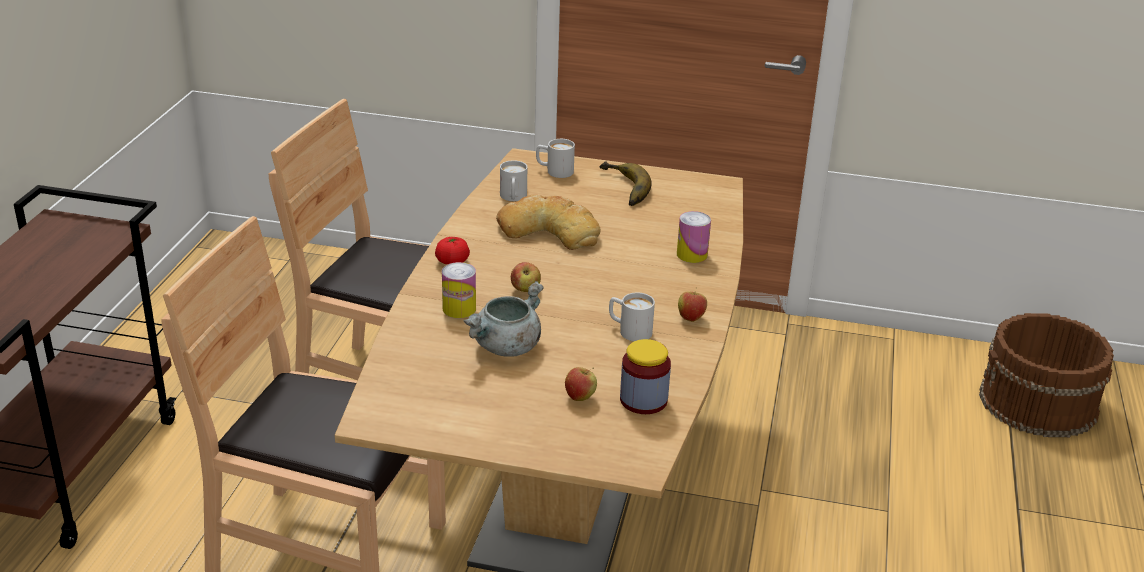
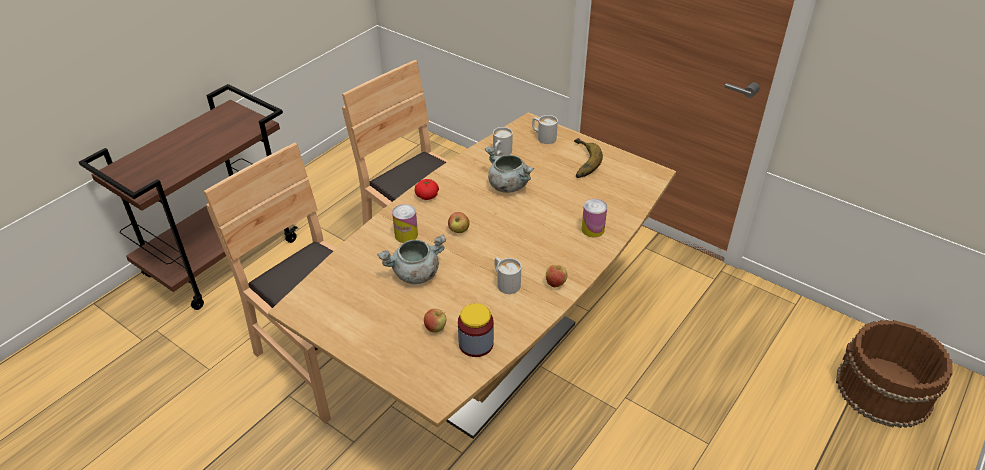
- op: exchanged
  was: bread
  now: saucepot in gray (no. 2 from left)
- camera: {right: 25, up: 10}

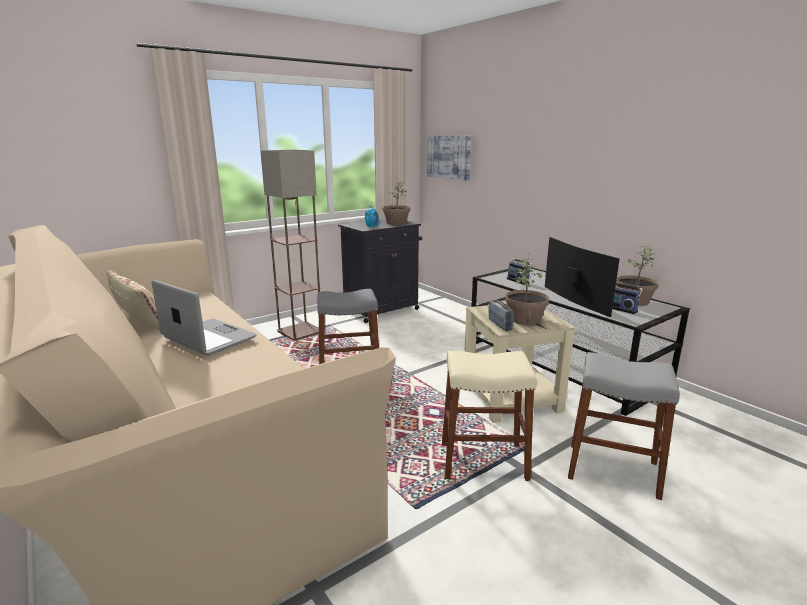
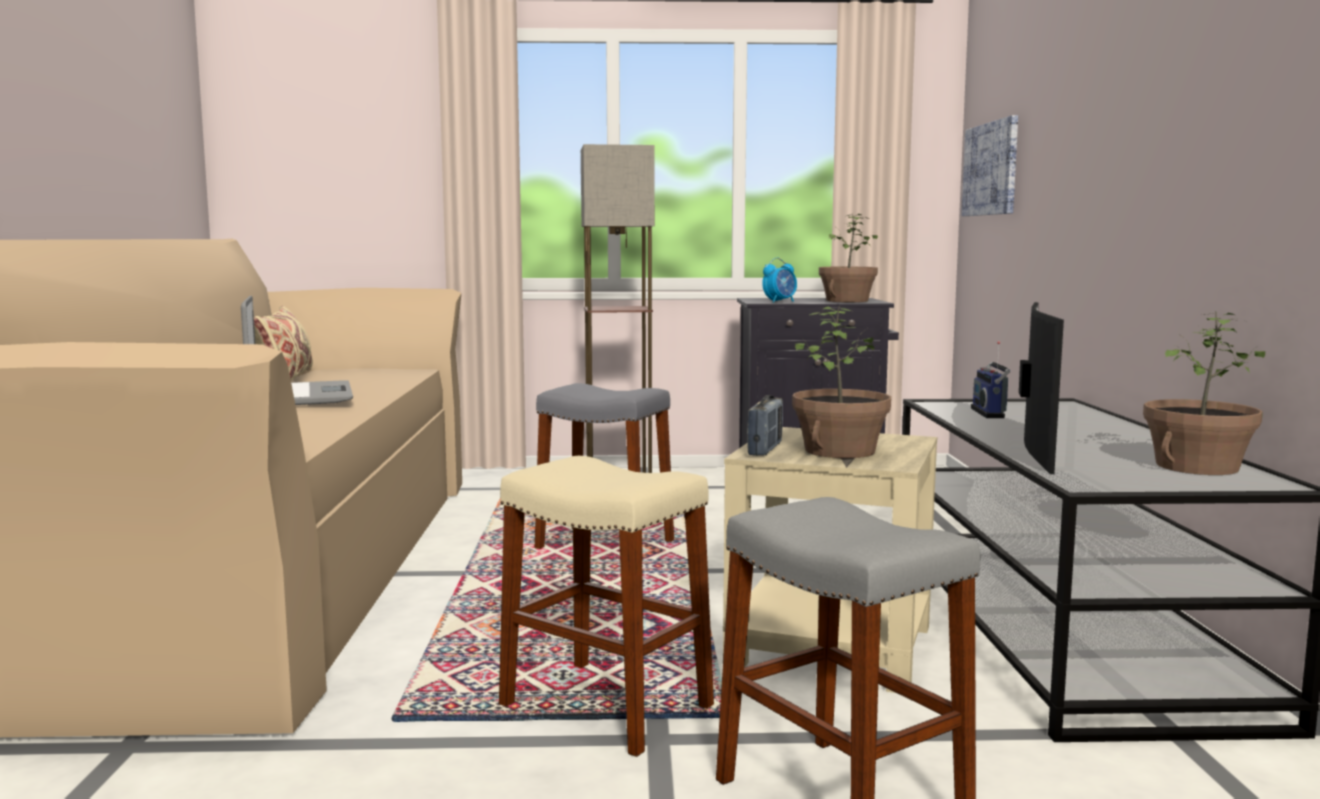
- op: missing
  was: radio set (no. 3 from left)
- camera: {right: 35, up: -10}

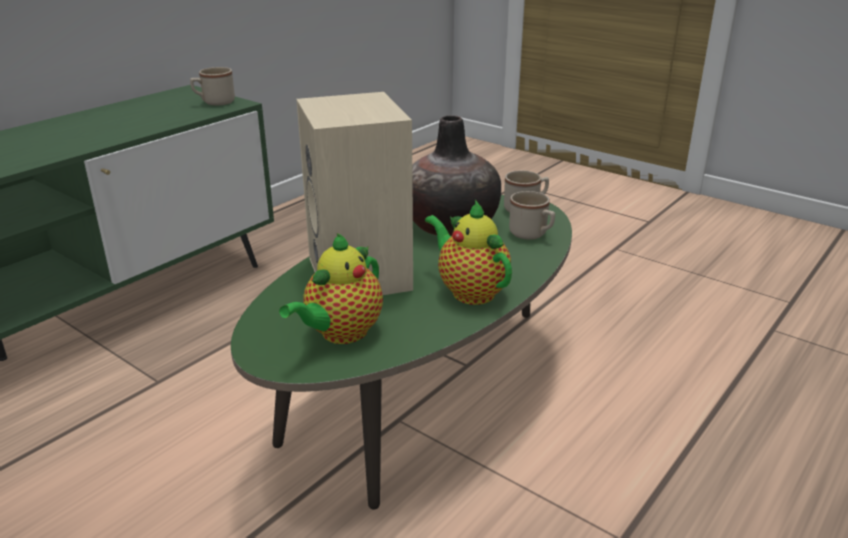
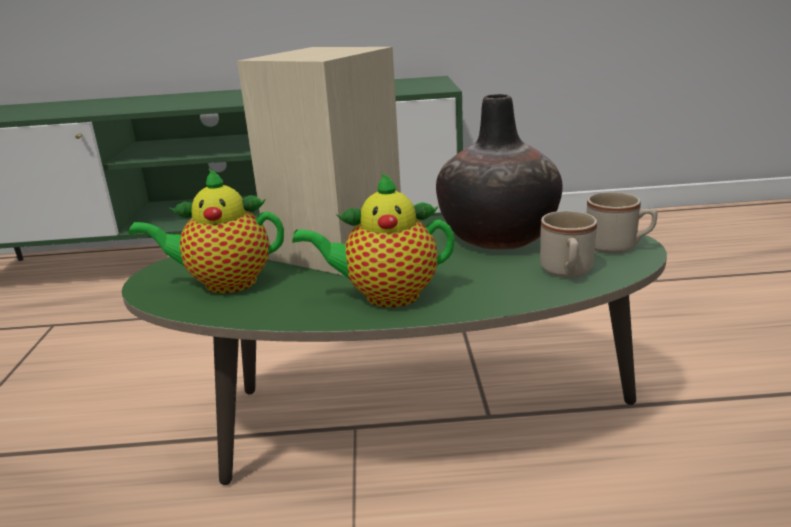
- op: spun
  was: pot for tea (no. 2 from left)
  clockwise: -105
- op: missing
  was: tea mug in sand-coloured (no. 1 from left)
- camera: {right: 50, up: -5}

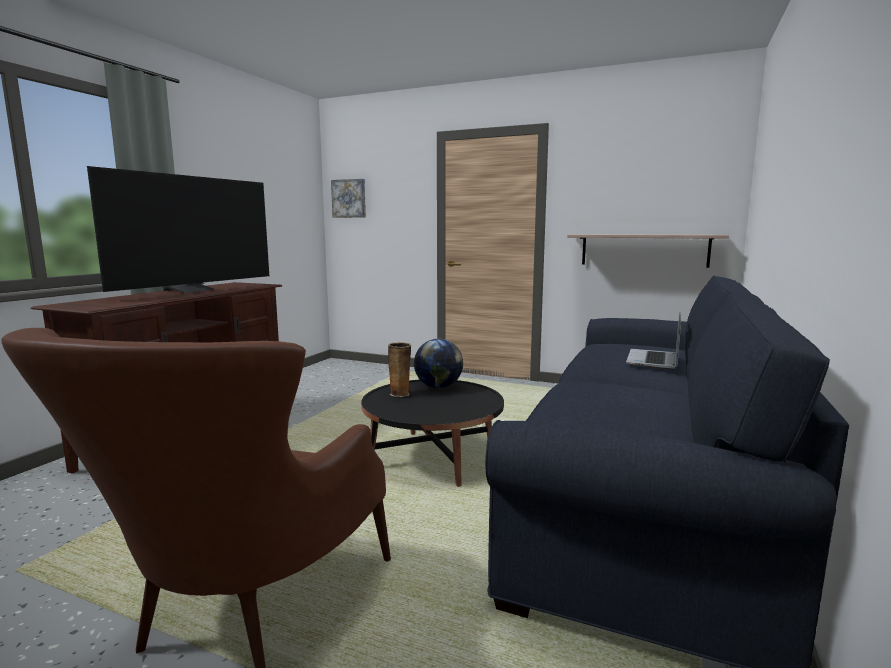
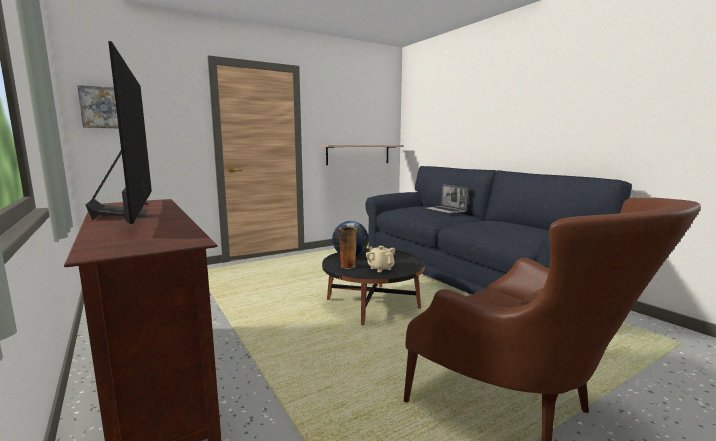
- op: appeared
  now: pot for tea in sand-coloured
- camera: {right: -55, up: 0}

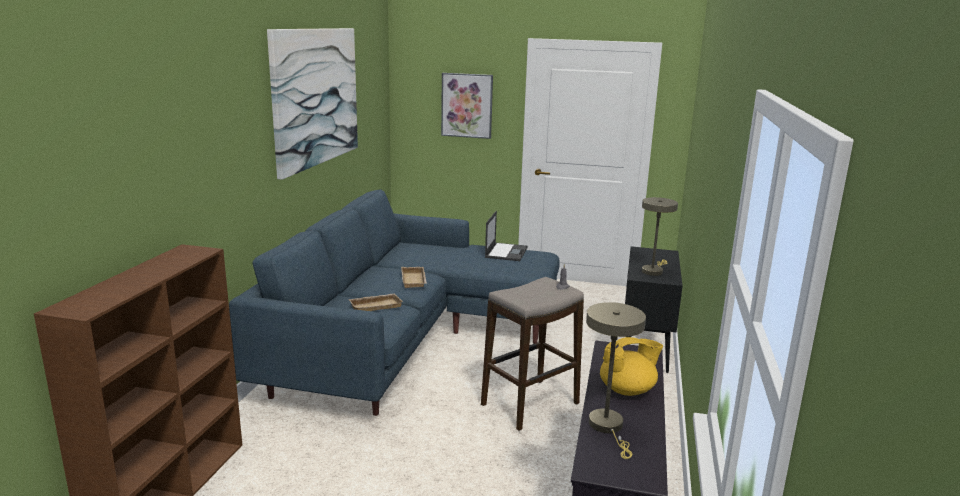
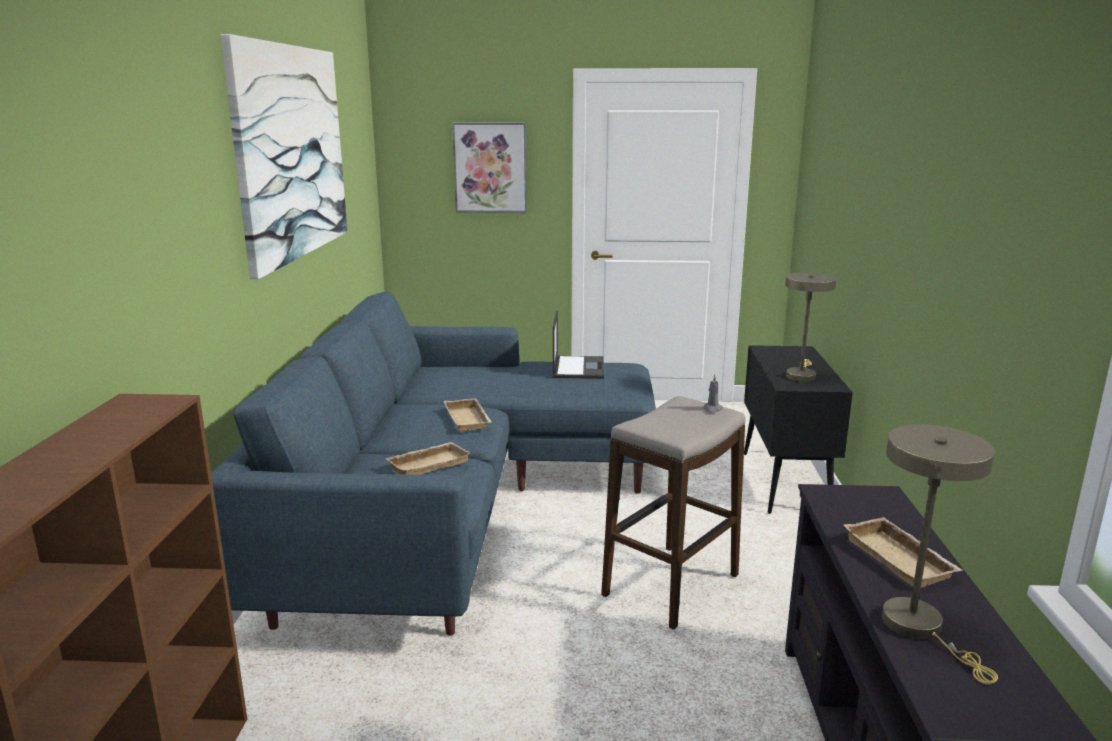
- op: exchanged
  was: pot for tea in yellow
  now: tray in sand-coloured (no. 3 from left)
- camera: {right: -10, up: 0}

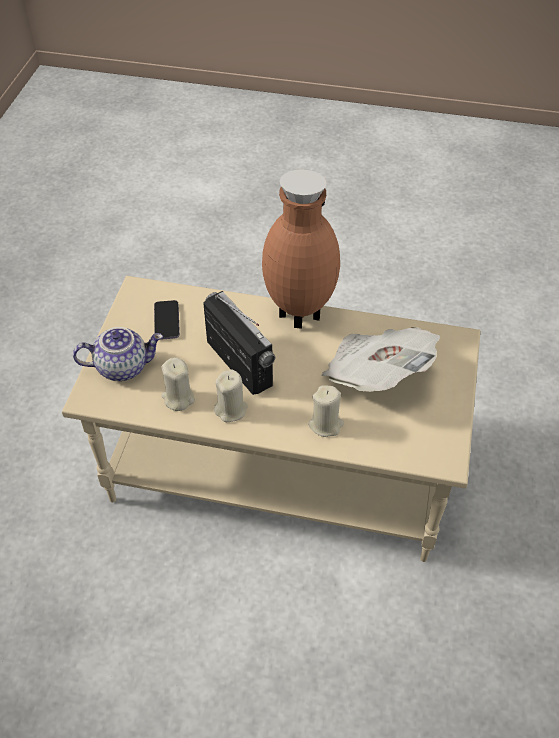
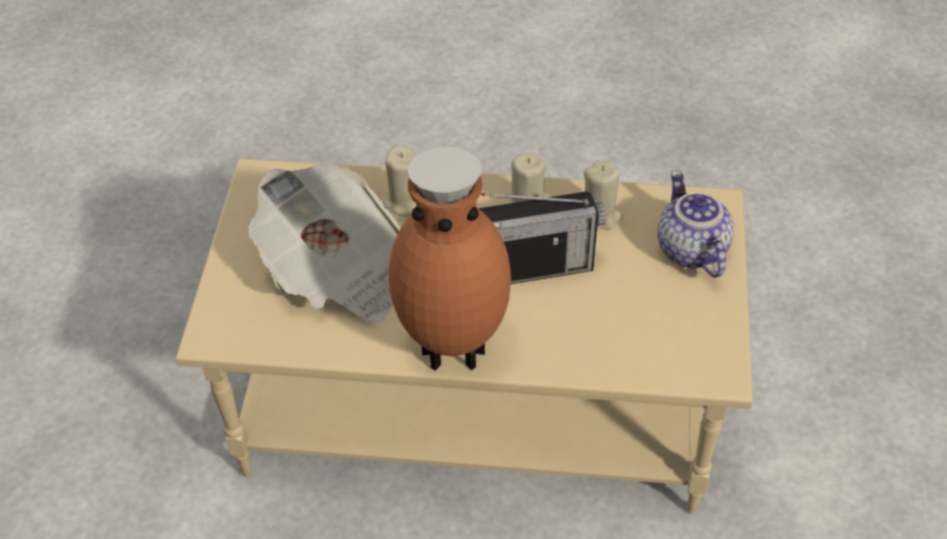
- op: spun
  was: radio set
  clockwise: -60
- op: spun
  was: pot for tea
  clockwise: 90
- op: missing
  was: phone
- camera: {right: 175, up: 0}

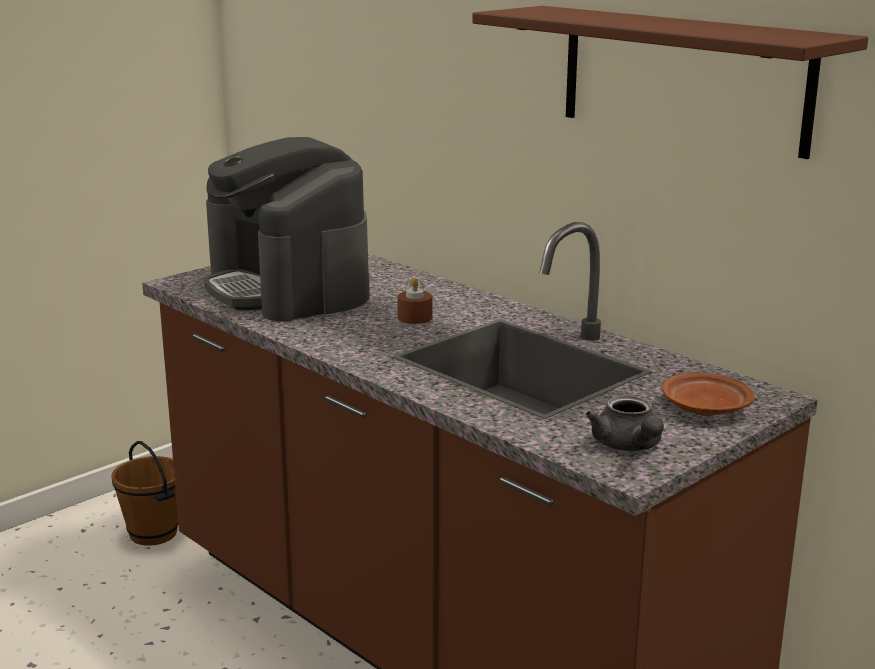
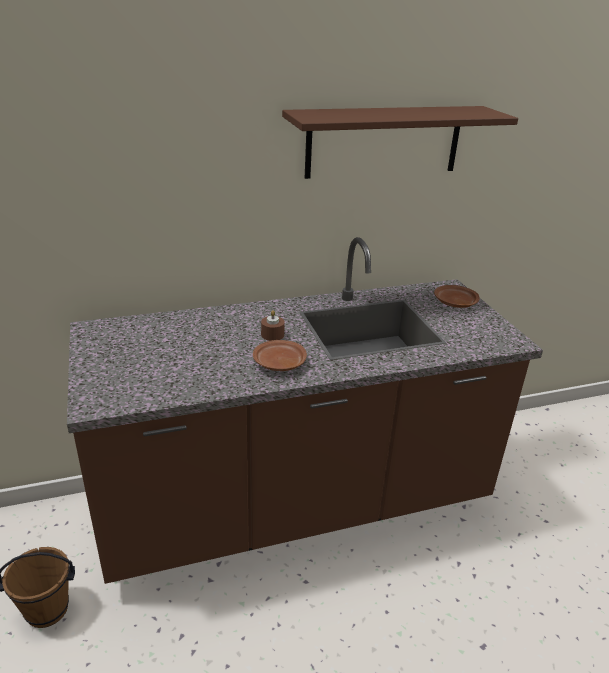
- op: appeared
  now: plate in brownish (no. 1 from left)
- op: missing
  was: coffee brewer
- op: missing
  was: pot for tea in gray
- camera: {right: -65, up: 10}

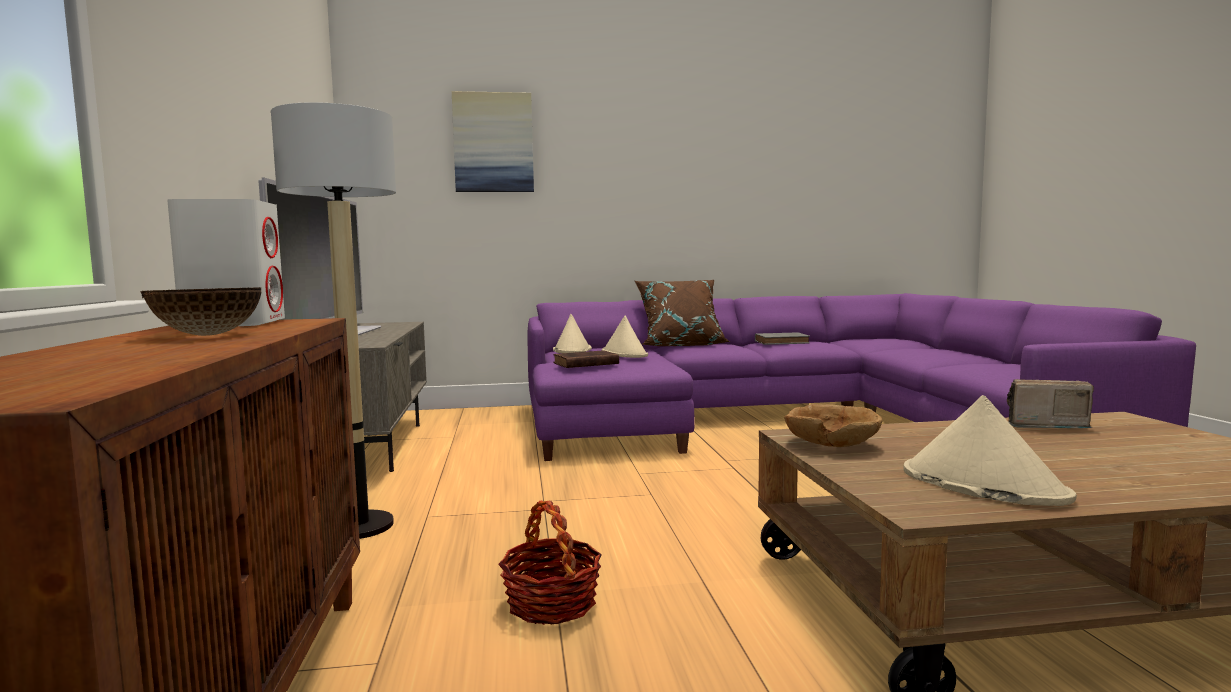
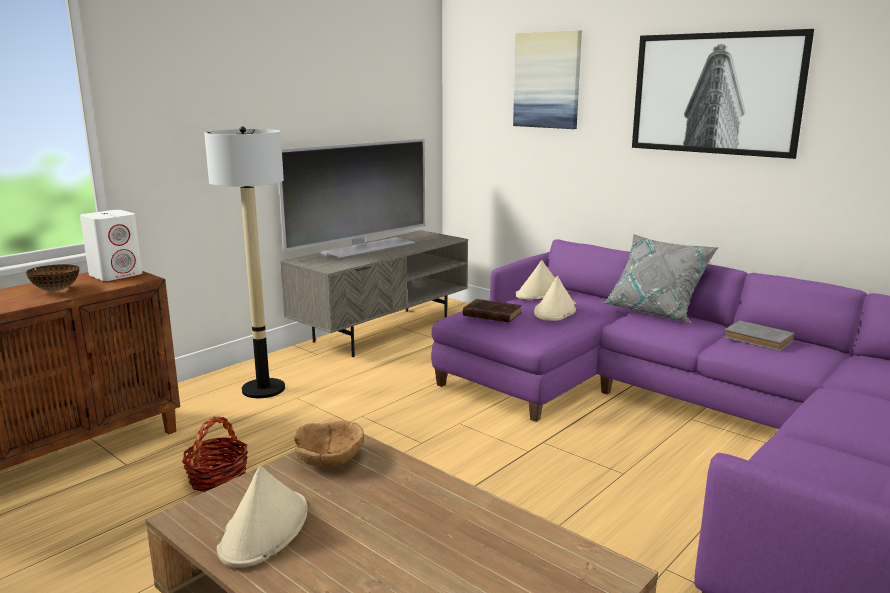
- op: colour
  was: pillow in brownish
  now: pillow in gray
- op: appeared
  now: wall art (no. 2 from left)
- op: missing
  was: radio set
- camera: {right: 50, up: 10}

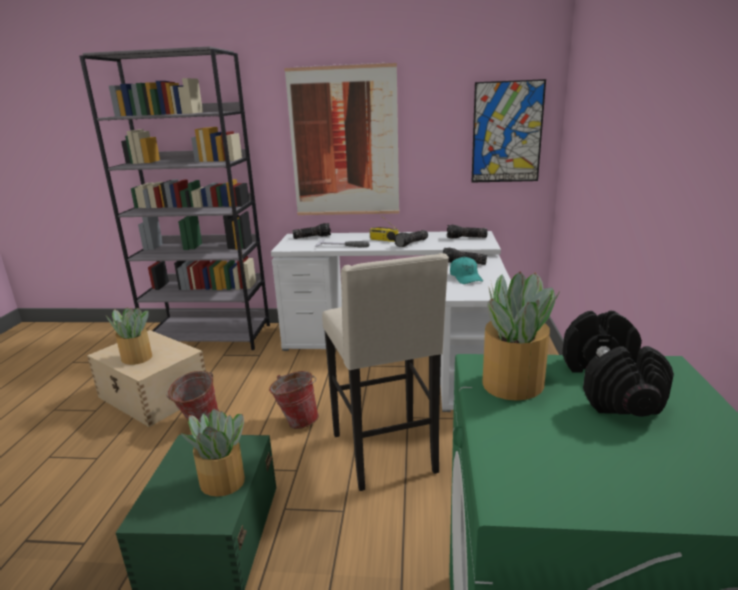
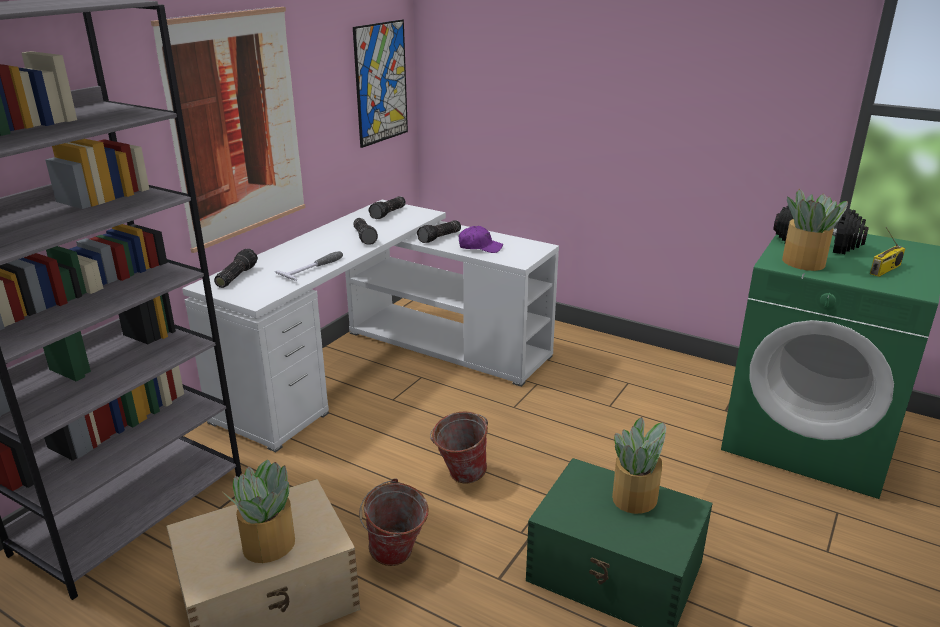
- op: colour
  was: baseball cap in turquoise-coloured
  now: baseball cap in purplish
- op: relocated
  was: radio set
- op: missing
  was: stool seat in sand-coloured
- camera: {right: -65, up: 5}

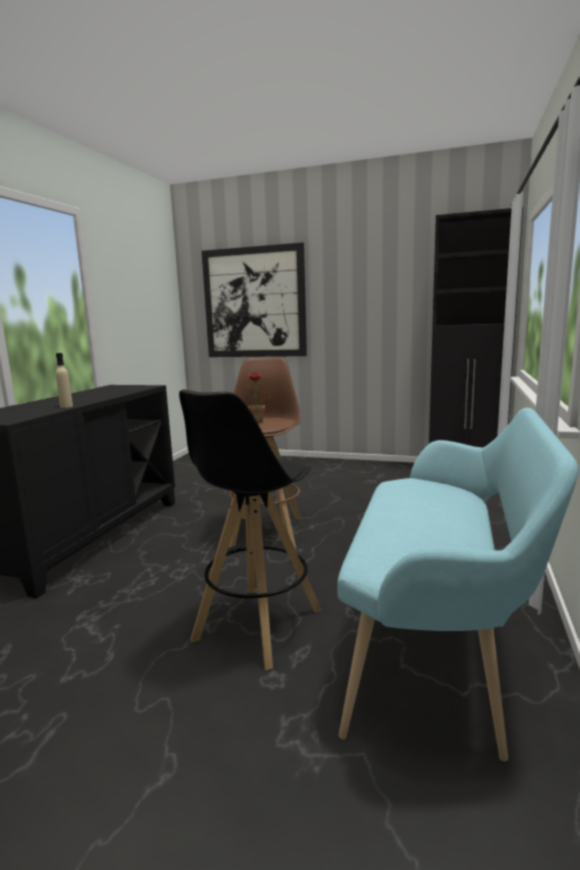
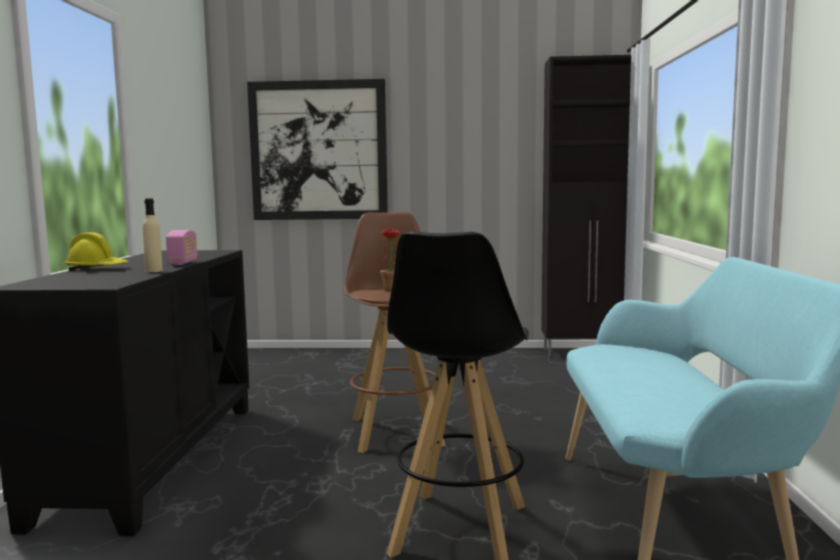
- op: appeared
  now: hard hat in yellow
- op: appeared
  now: radio set
- camera: {right: -15, up: -5}

